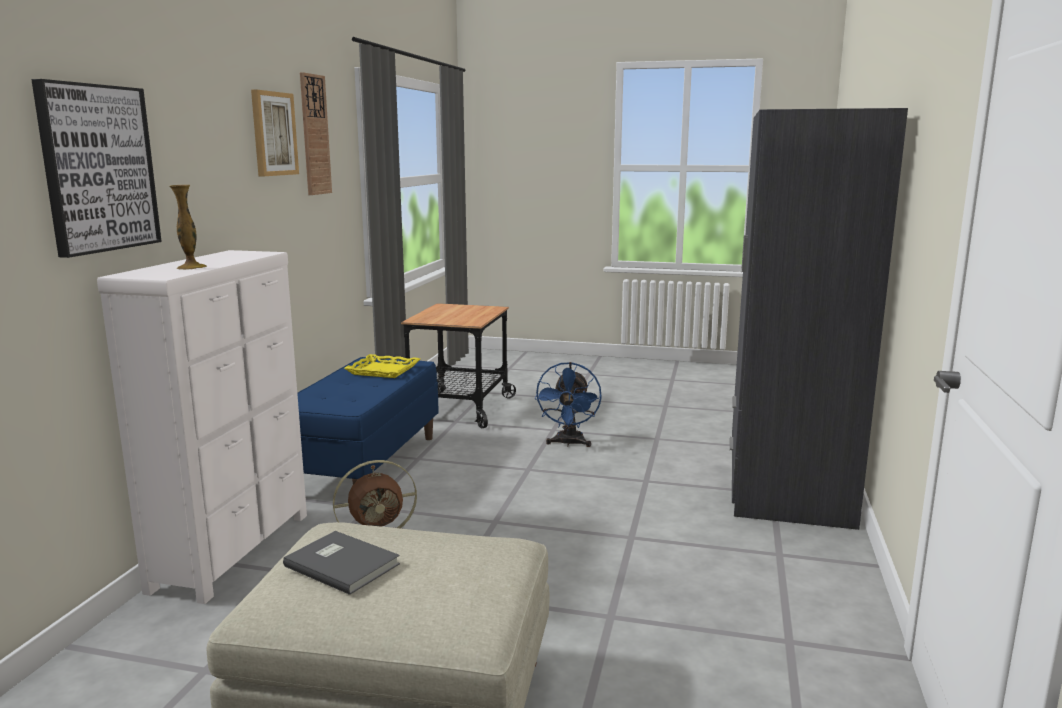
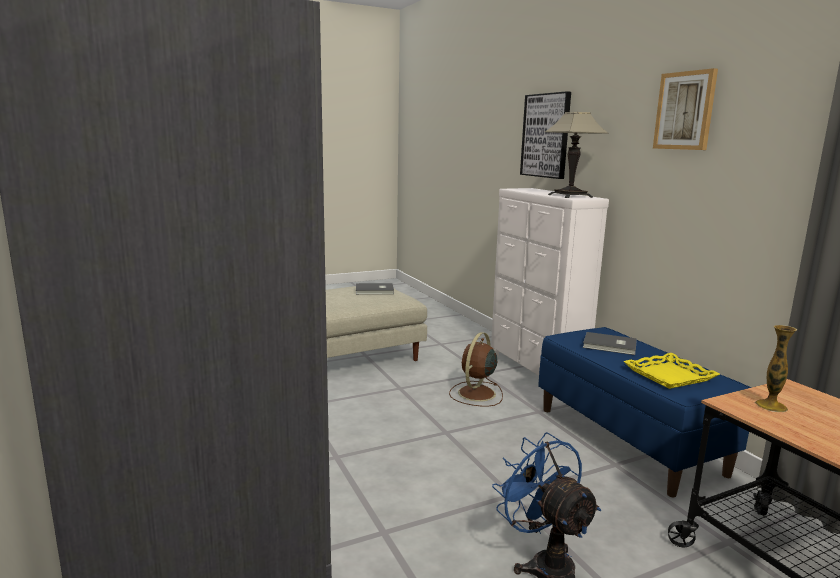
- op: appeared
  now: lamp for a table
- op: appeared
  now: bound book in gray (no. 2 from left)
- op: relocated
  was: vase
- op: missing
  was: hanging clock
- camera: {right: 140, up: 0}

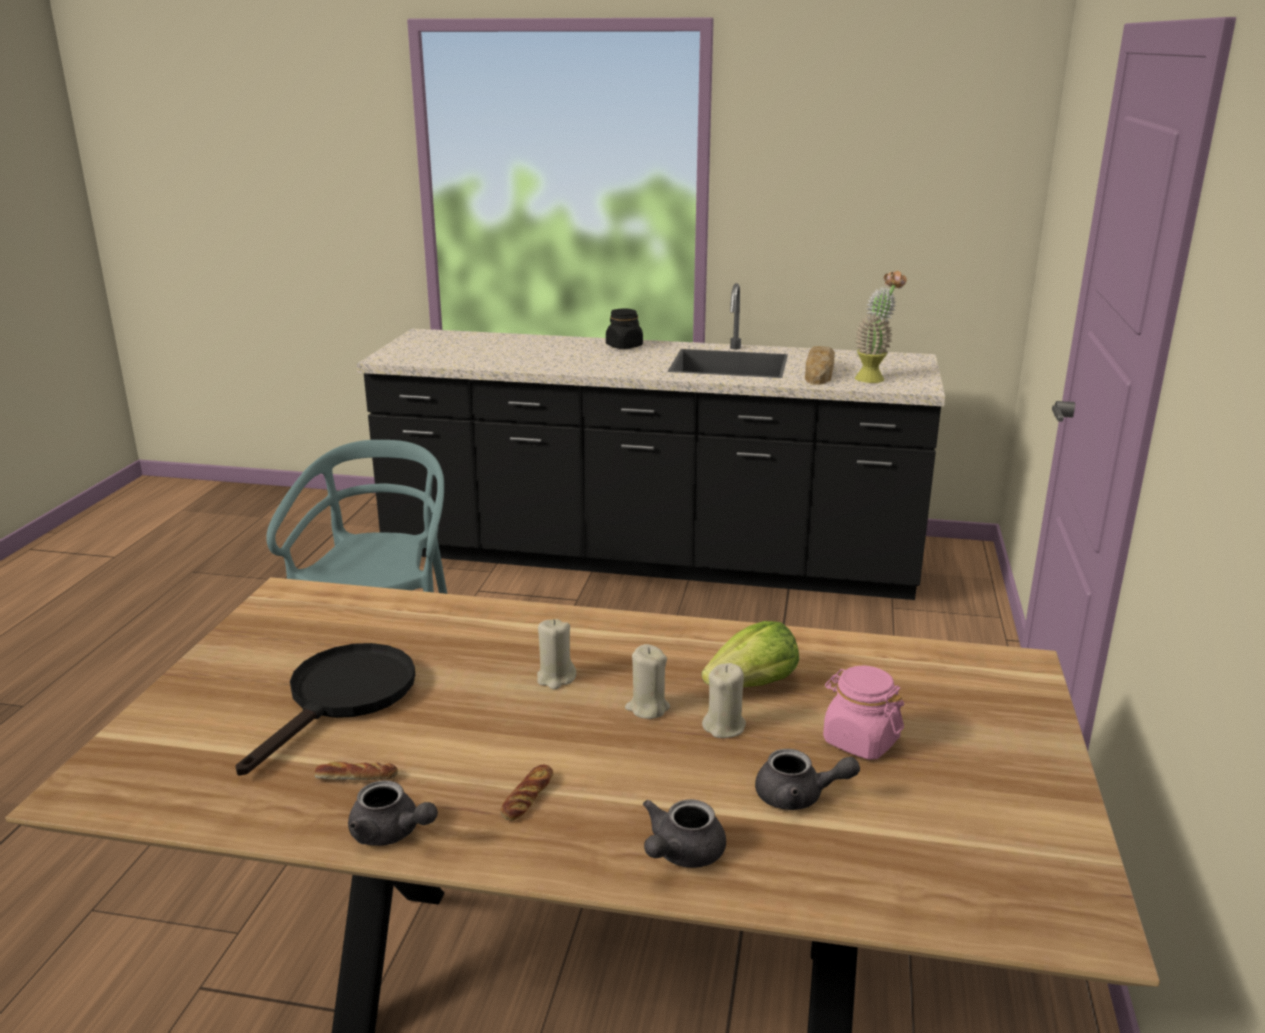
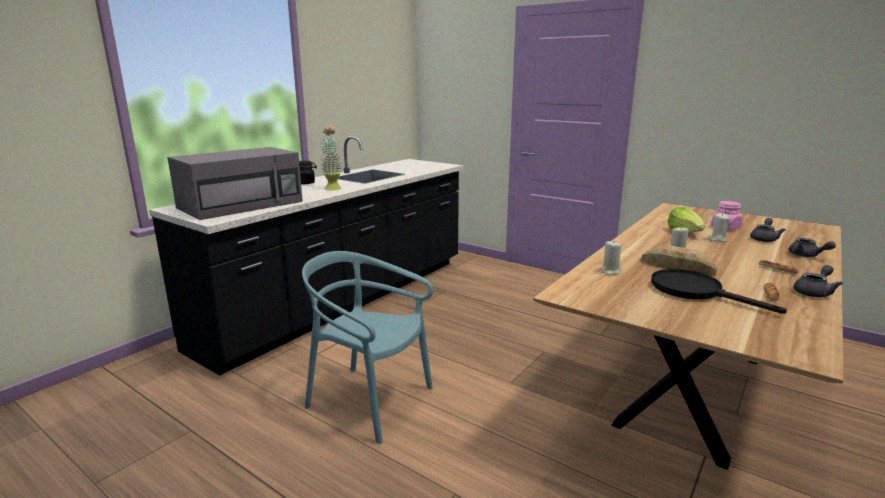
- op: appeared
  now: kitchen microwave in gray
- op: relocated
  was: potted plant
- op: relocated
  was: candle in sand-coloured (no. 2 from left in the first image)
  now: candle in sand-coloured (no. 1 from left)
- op: relocated
  was: bread (no. 3 from left in the first image)
  now: bread (no. 1 from left)
- camera: {right: -65, up: -5}

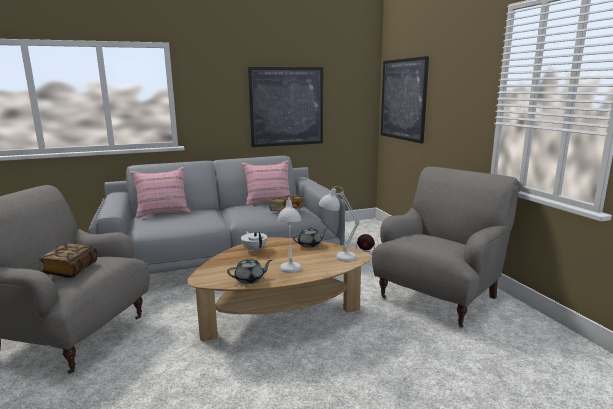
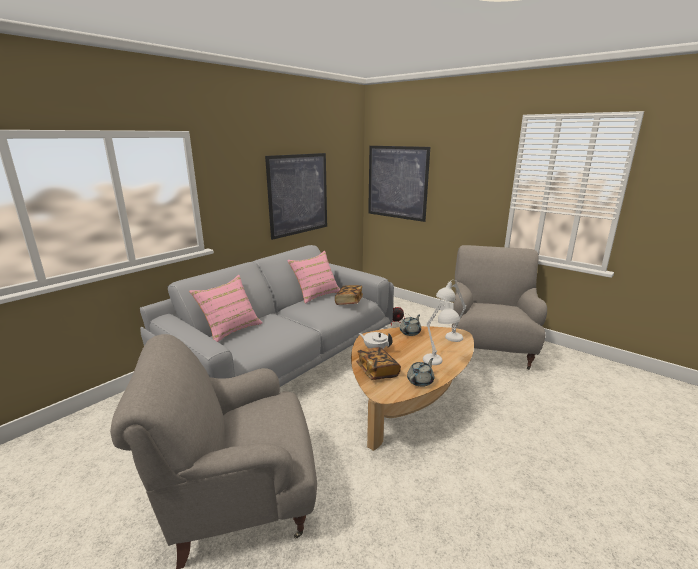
- op: relocated
  was: bound book (no. 1 from left in the first image)
  now: bound book (no. 2 from left)
- camera: {right: -30, up: 5}

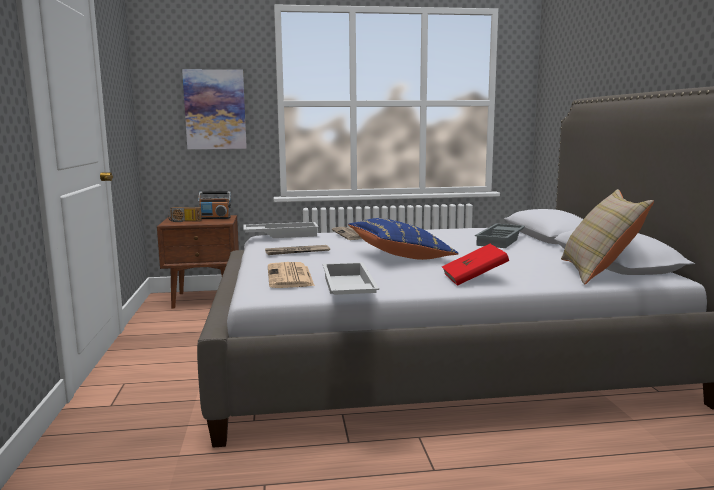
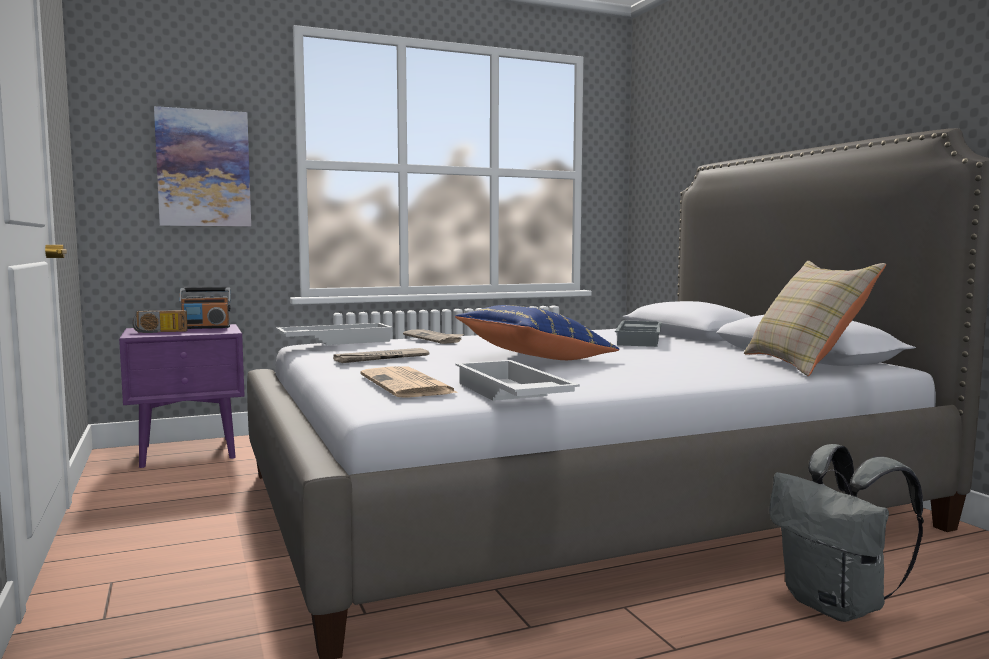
- op: colour
  was: nightstand in brownish
  now: nightstand in purplish
- op: appeared
  now: knapsack in gray
- op: missing
  was: bound book in reddish
- camera: {right: -15, up: -5}

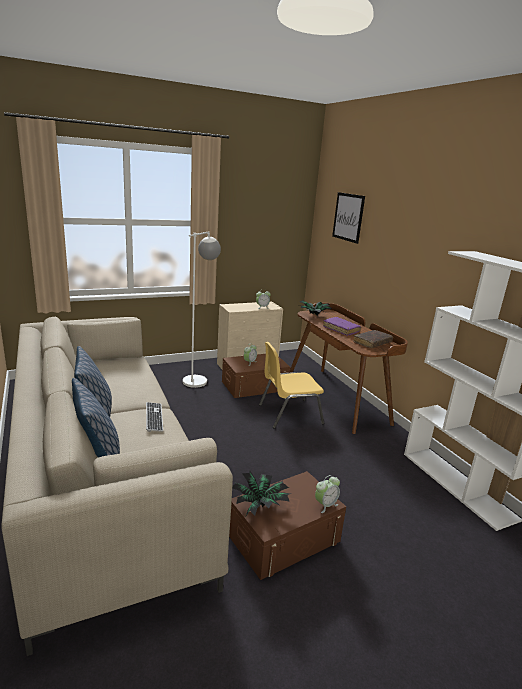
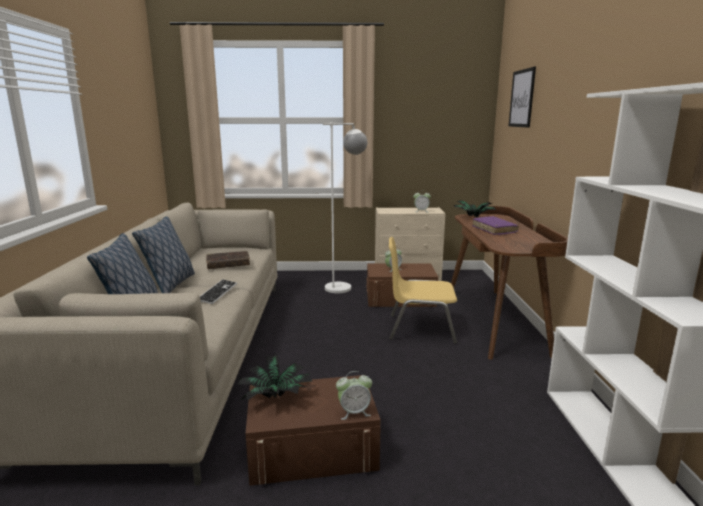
- op: relocated
  was: bound book in brownish
- camera: {right: 25, up: -5}

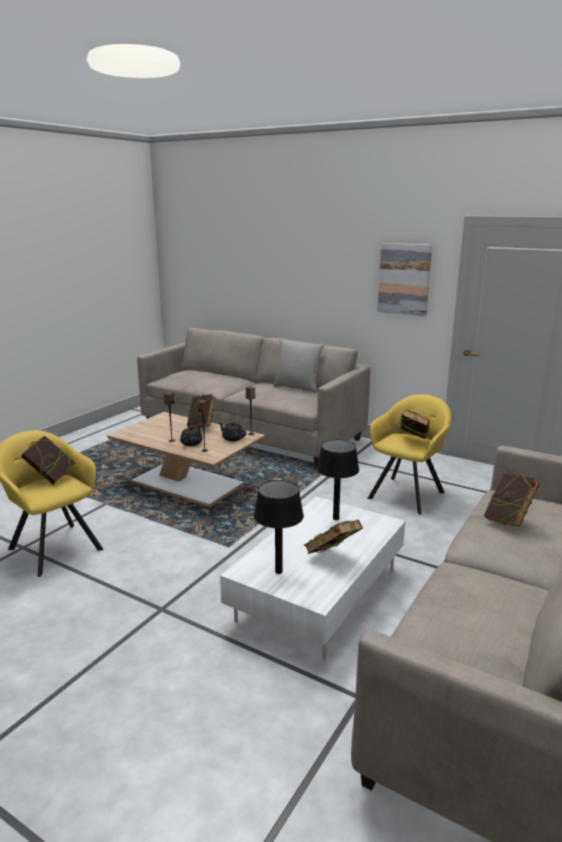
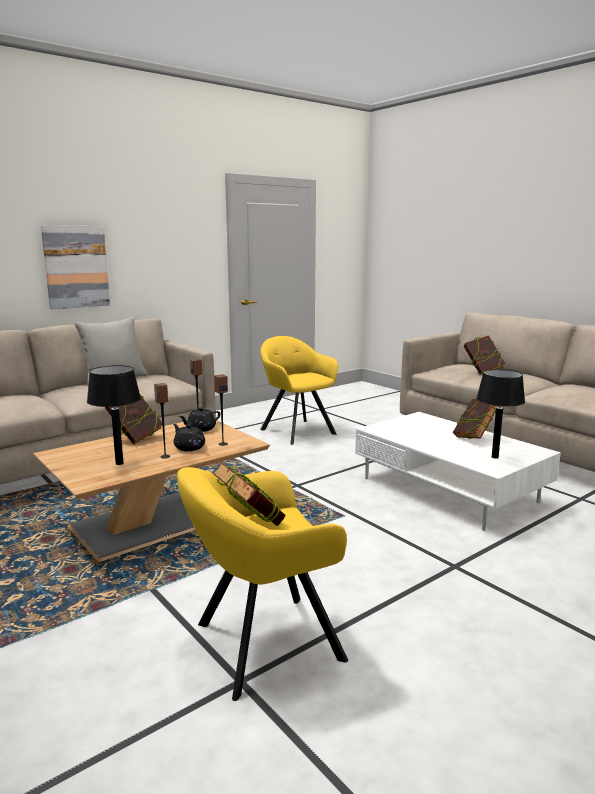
- op: relocated
  was: wall art
- op: relocated
  was: lamp for a table in blackish (no. 2 from left in the first image)
  now: lamp for a table in blackish (no. 1 from left)
- op: missing
  was: bound book (no. 4 from left)
- camera: {right: -70, up: -5}

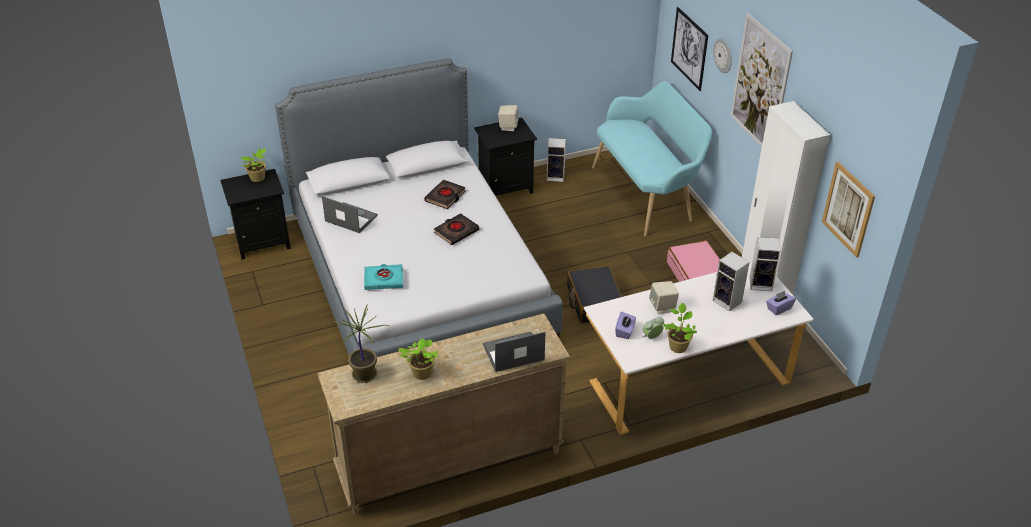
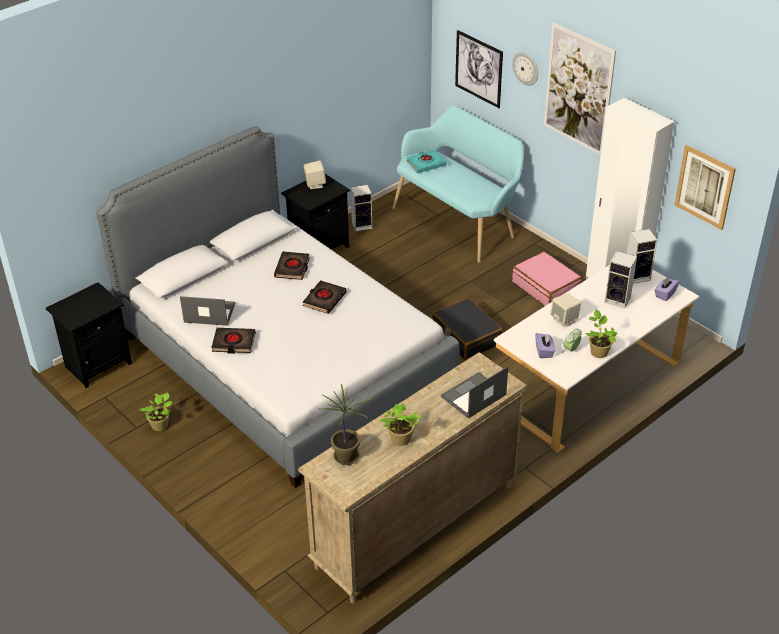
- op: relocated
  was: potted plant (no. 1 from left)
- op: appeared
  now: bound book in blackish (no. 1 from left)
- op: relocated
  was: bound book in turquoise-coloured
- camera: {right: -20, up: 0}

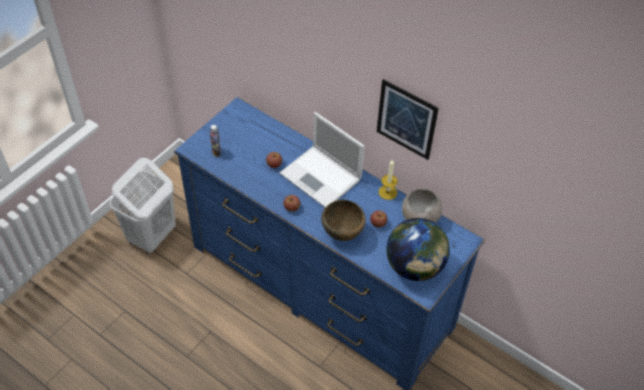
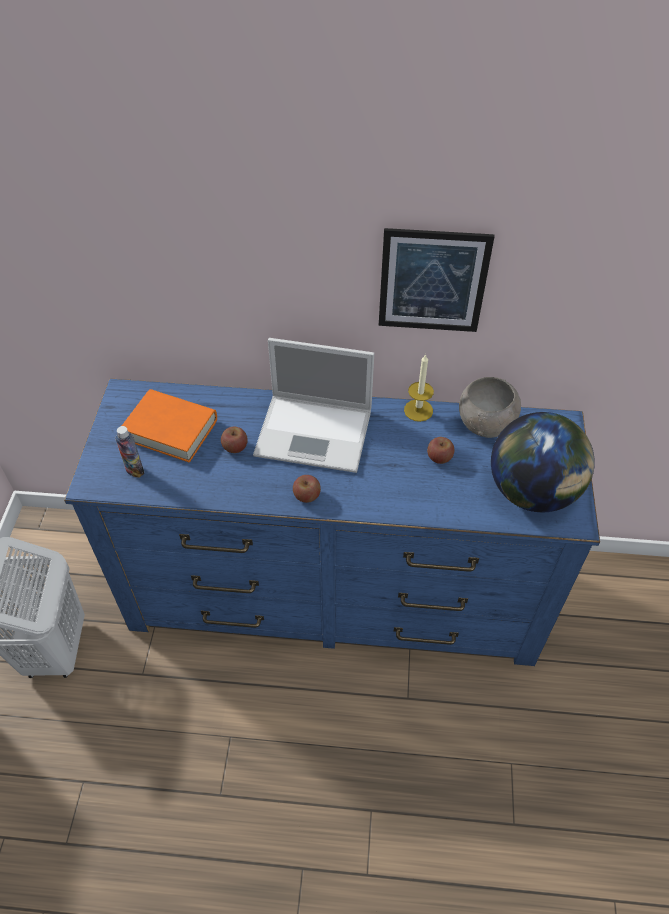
- op: appeared
  now: bound book in orangey
- op: missing
  was: deep dish in brownish
- camera: {right: -30, up: 0}

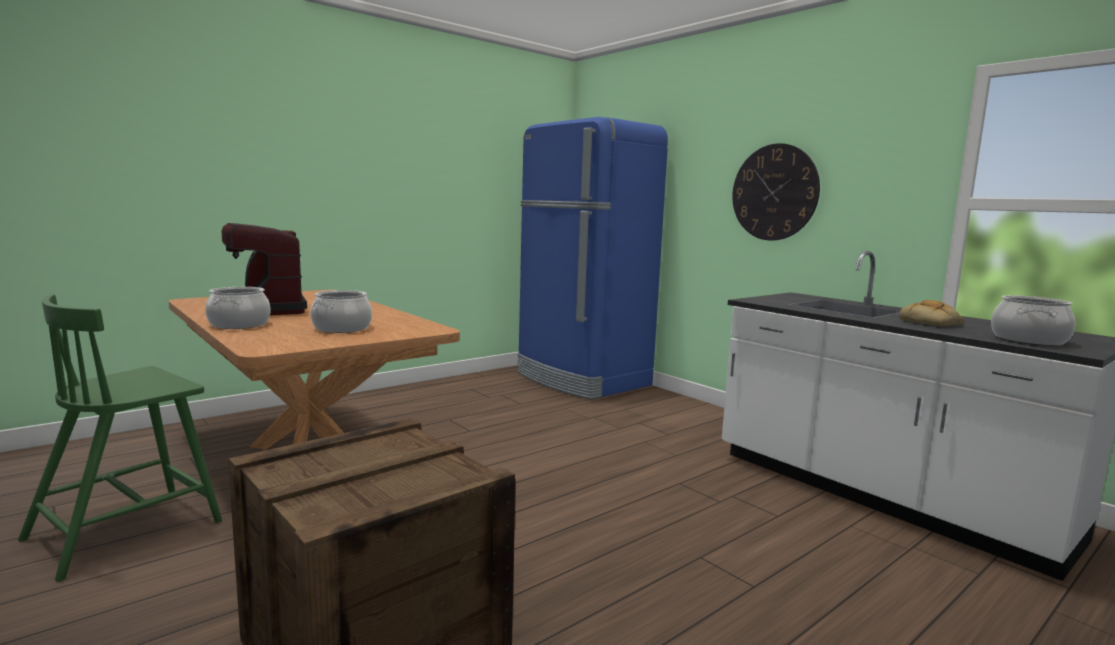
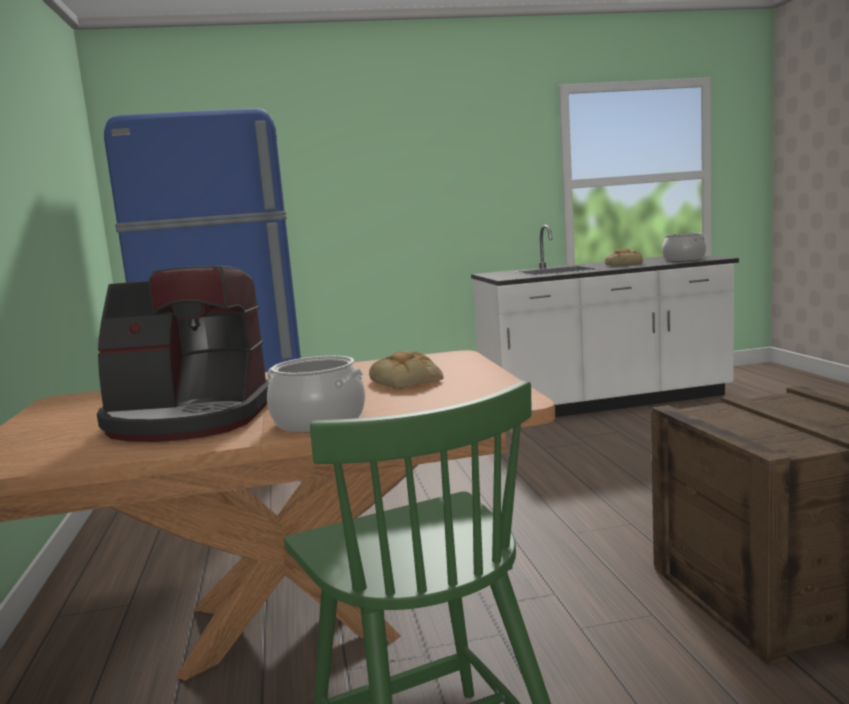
- op: exchanged
  was: saucepot (no. 2 from left)
  now: bread (no. 1 from left)
- op: missing
  was: hanging clock
- camera: {right: -60, up: 0}

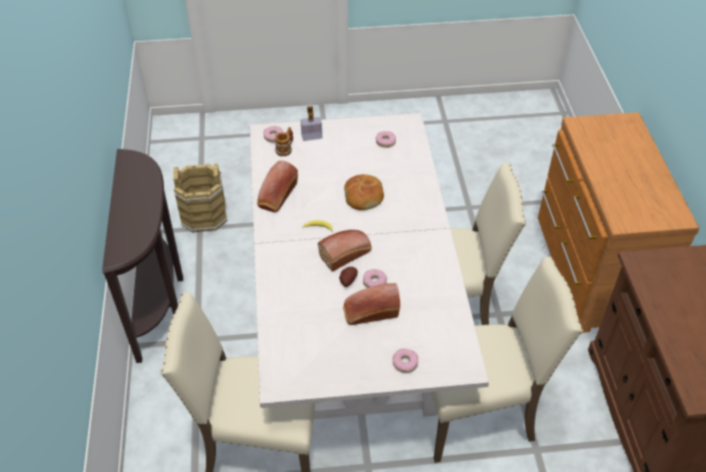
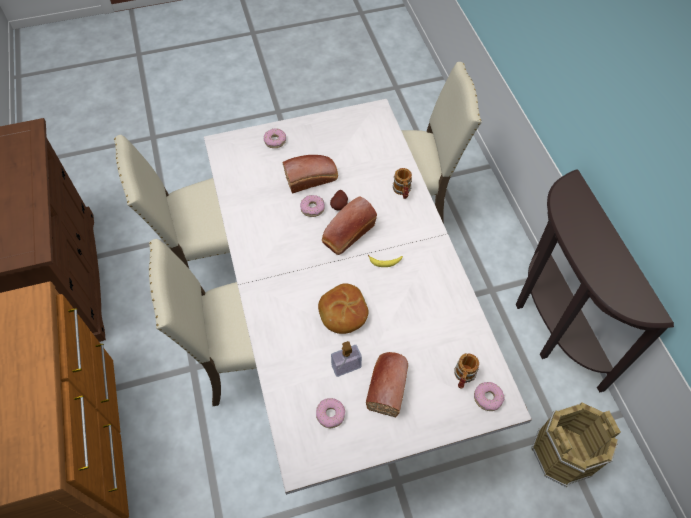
- op: relocated
  was: liquid soap bottle
- op: relocated
  was: bread (no. 1 from left in the first image)
  now: bread (no. 4 from left)
- op: appeared
  now: tea mug (no. 1 from left)
- camera: {right: 170, up: 10}

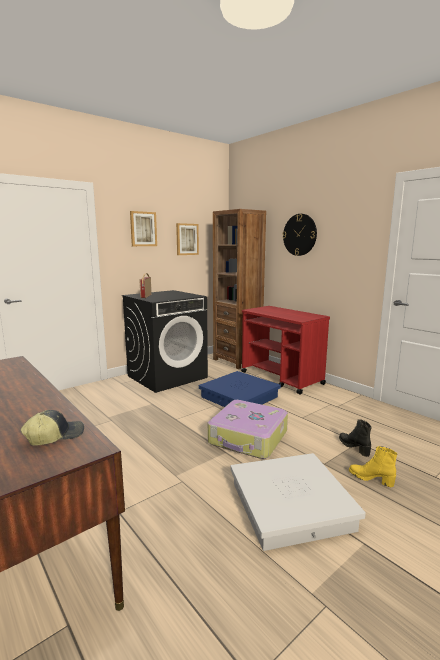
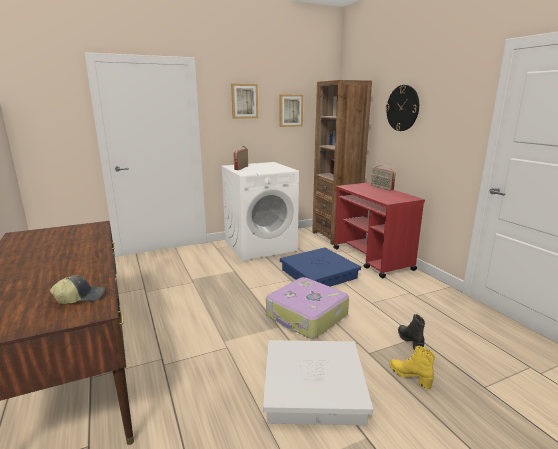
- op: colour
  was: laundry appliance in blackish
  now: laundry appliance in white
- op: appeared
  now: radio set (no. 2 from left)
- camera: {right: 15, up: 5}

